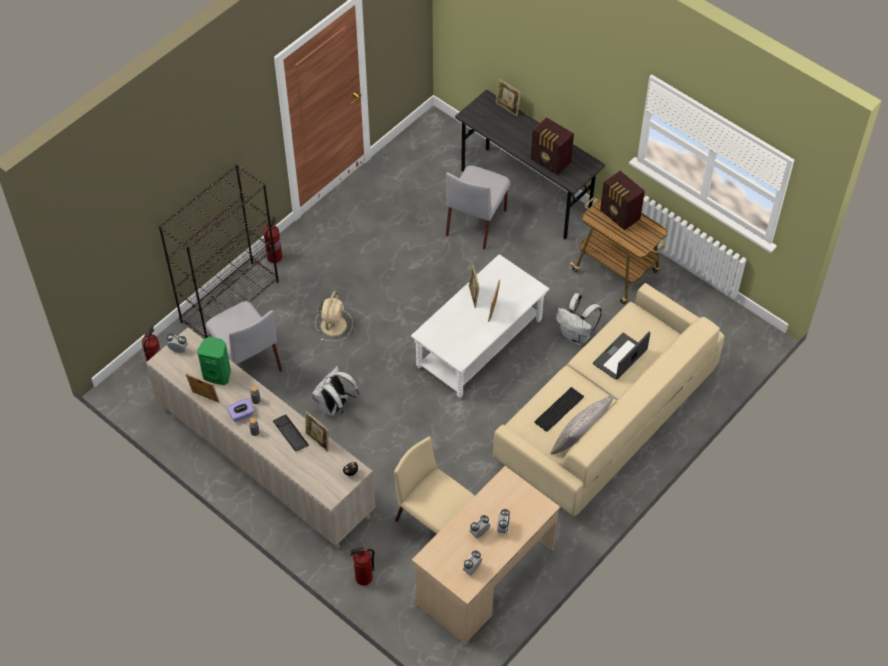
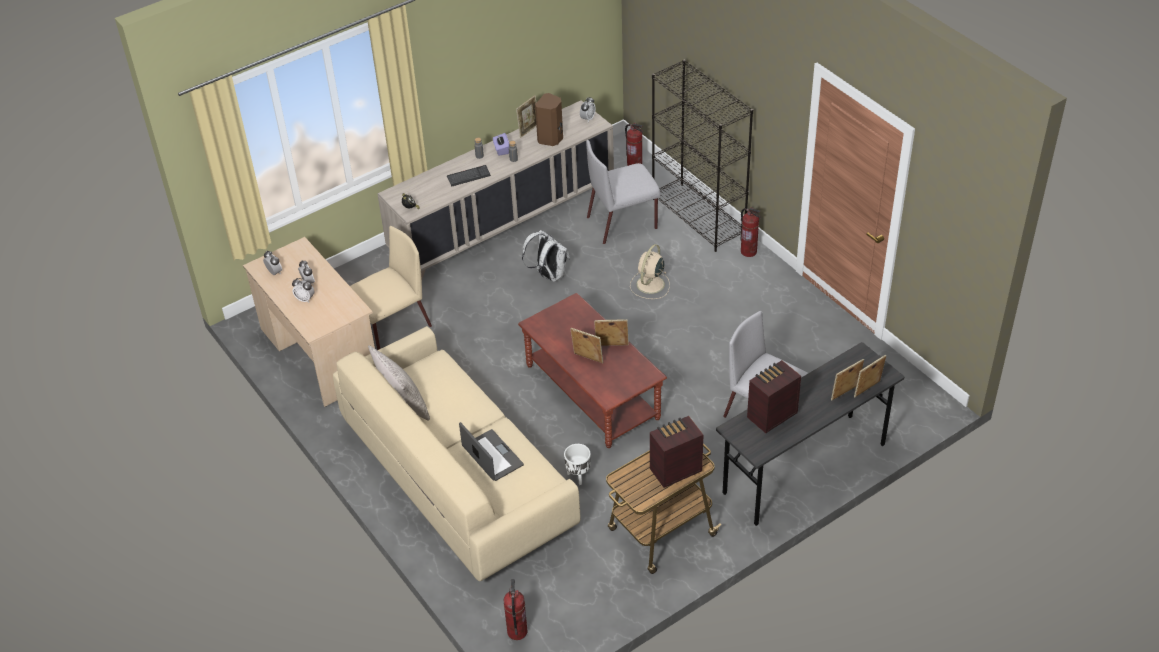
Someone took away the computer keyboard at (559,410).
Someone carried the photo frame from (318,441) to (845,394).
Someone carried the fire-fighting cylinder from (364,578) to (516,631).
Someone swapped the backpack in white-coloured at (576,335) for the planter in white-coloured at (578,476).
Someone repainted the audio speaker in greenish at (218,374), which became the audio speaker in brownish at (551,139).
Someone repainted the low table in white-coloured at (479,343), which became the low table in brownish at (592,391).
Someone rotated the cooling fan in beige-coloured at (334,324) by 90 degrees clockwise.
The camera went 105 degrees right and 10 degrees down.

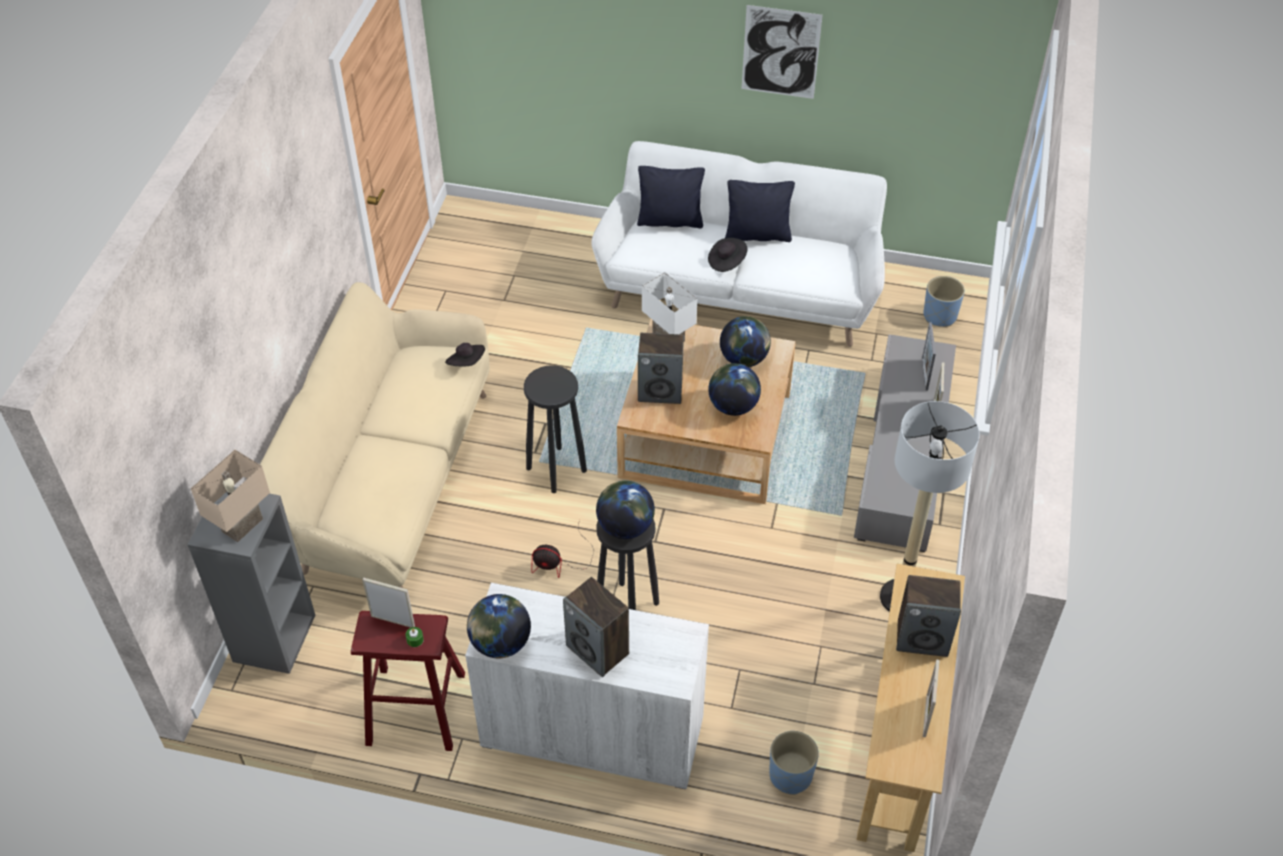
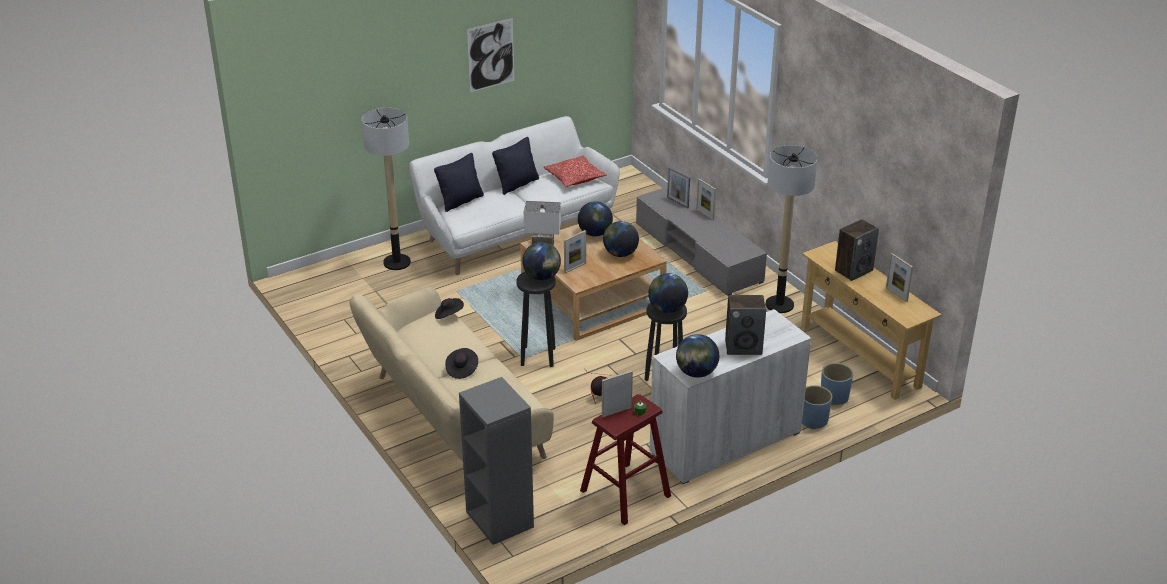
Someone took away the tabletop lamp in beige-coloured at (243,526).
Someone put down the standing lamp at (397,262).
Someone put down the globe at (542,277).
Someone put down the pillow at (575,178).
Someone carried the clothing hat in black from (726,261) to (462,369).
Someone carried the planter in blue-coloured from (939,315) to (813,420).
Someone swapped the audio speaker at (660,391) for the photo frame at (575,268).
The camera went 45 degrees left and 15 degrees down.

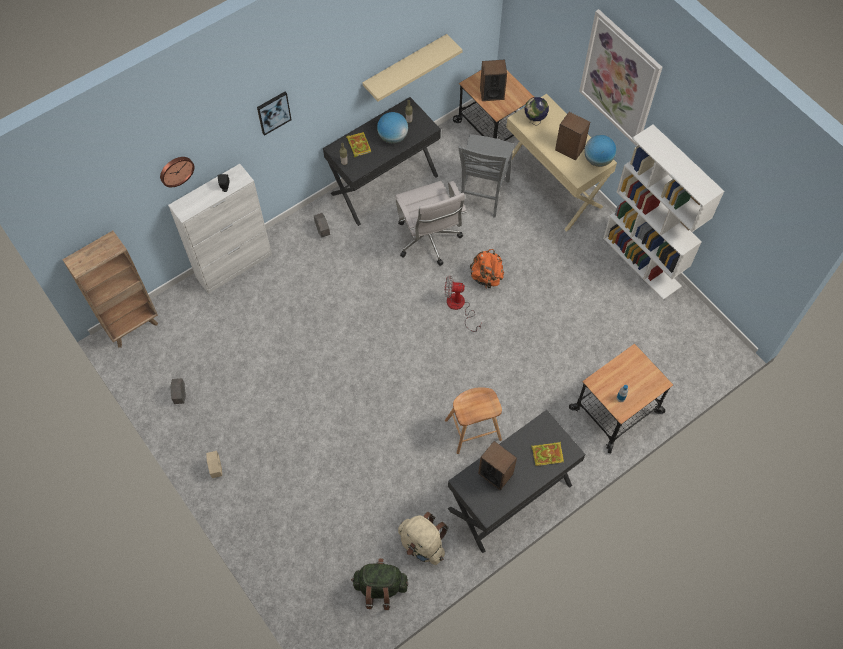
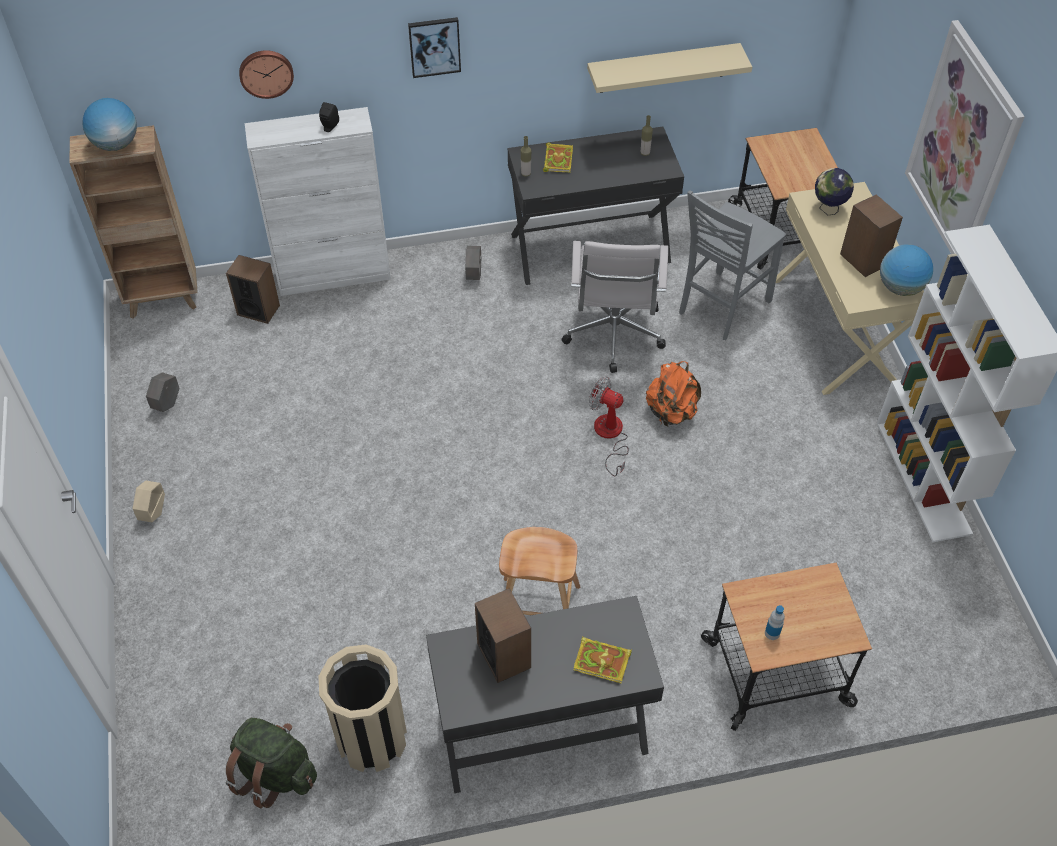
Someone carried the globe from (393,137) to (116,144).
Someone carried the audio speaker from (492,93) to (258,310).
Someone swapped the backpack in beige-coloured at (422,544) for the trash can in beige-coloured at (372,739).
The camera went 25 degrees right and 10 degrees down.

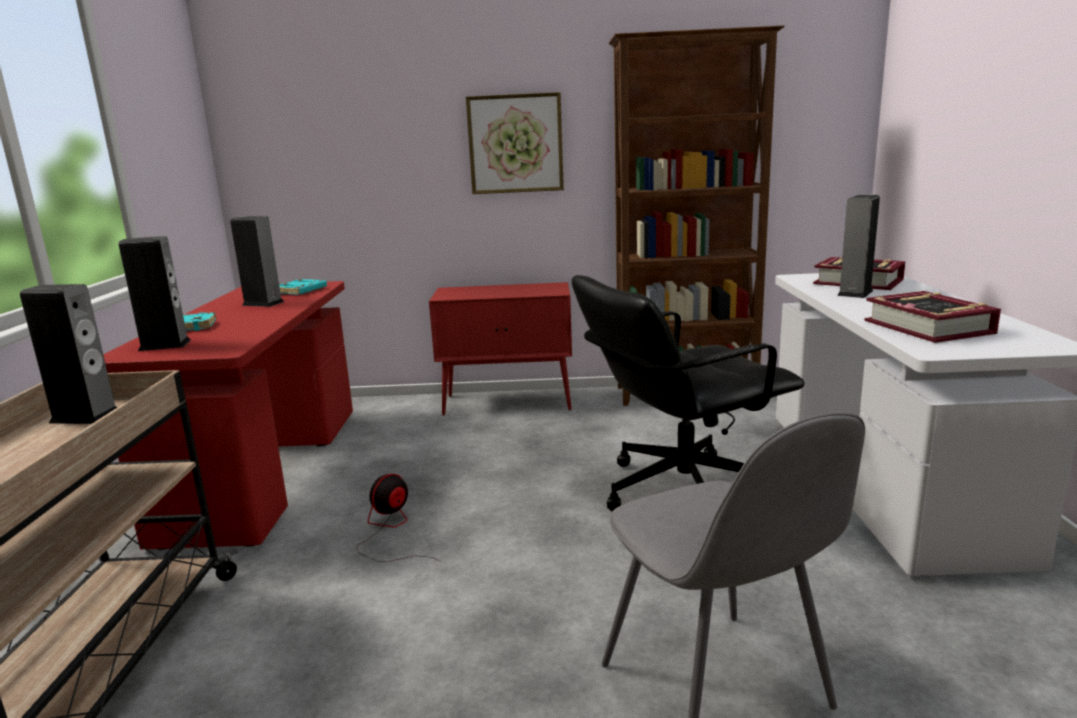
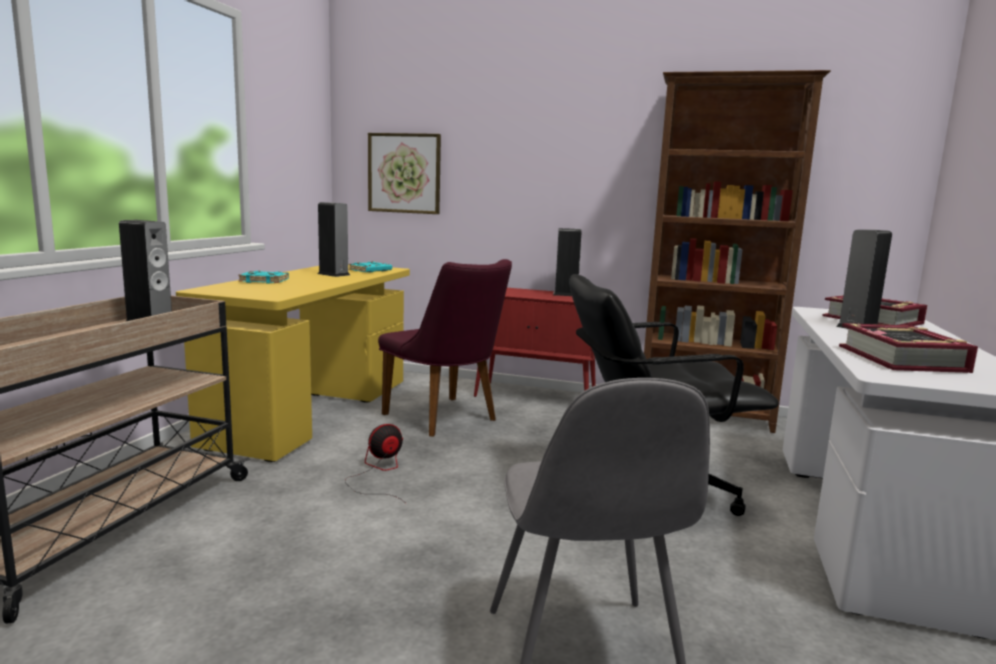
Someone put down the chair in purple-coloured at (447,419).
Someone carried the audio speaker from (165,345) to (566,294).
Someone carried the picture from (515,144) to (404,173).
Someone repainted the desk table in red at (267,469), which became the desk table in yellow-coloured at (313,411).
The camera went 15 degrees right and 5 degrees down.

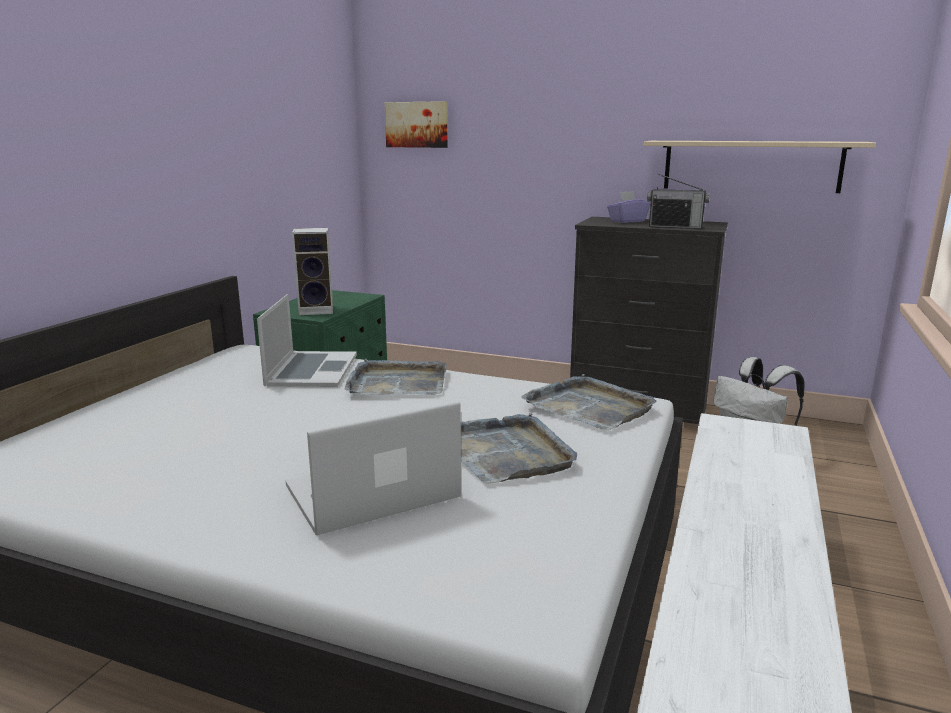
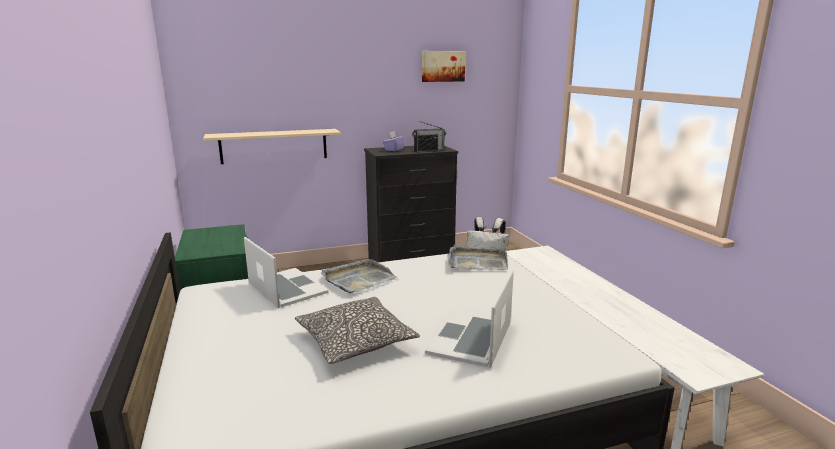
Someone took away the audio speaker at (318,310).
Someone took away the serving tray in greyish at (506,452).
Someone put down the pillow at (355,341).
Someone carried the picture from (417,124) to (443,66).
Someone carried the wall shelf in beige-coloured from (751,166) to (274,146).
The camera went 40 degrees left and 0 degrees up.

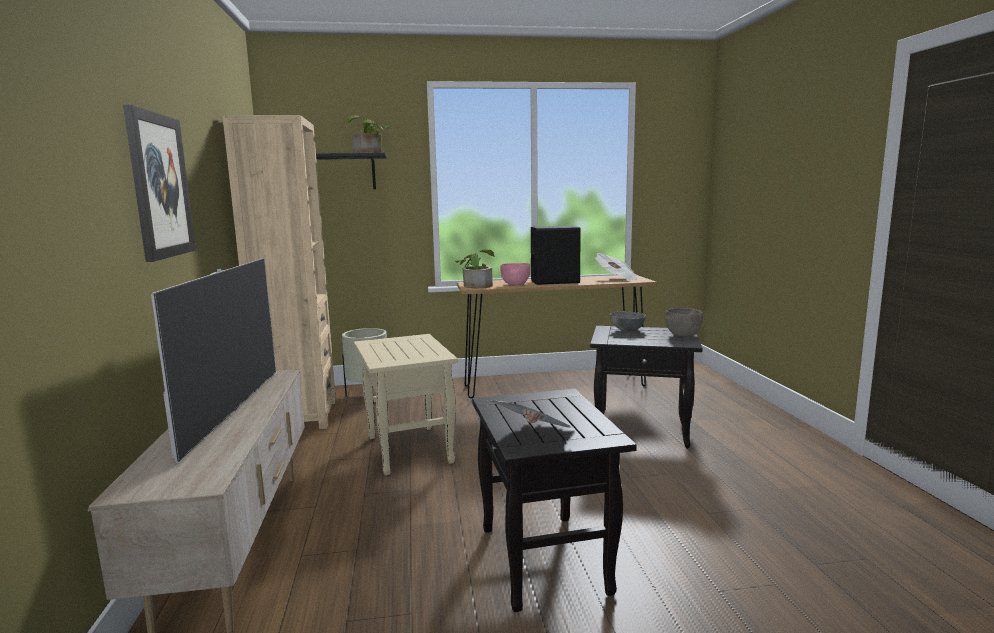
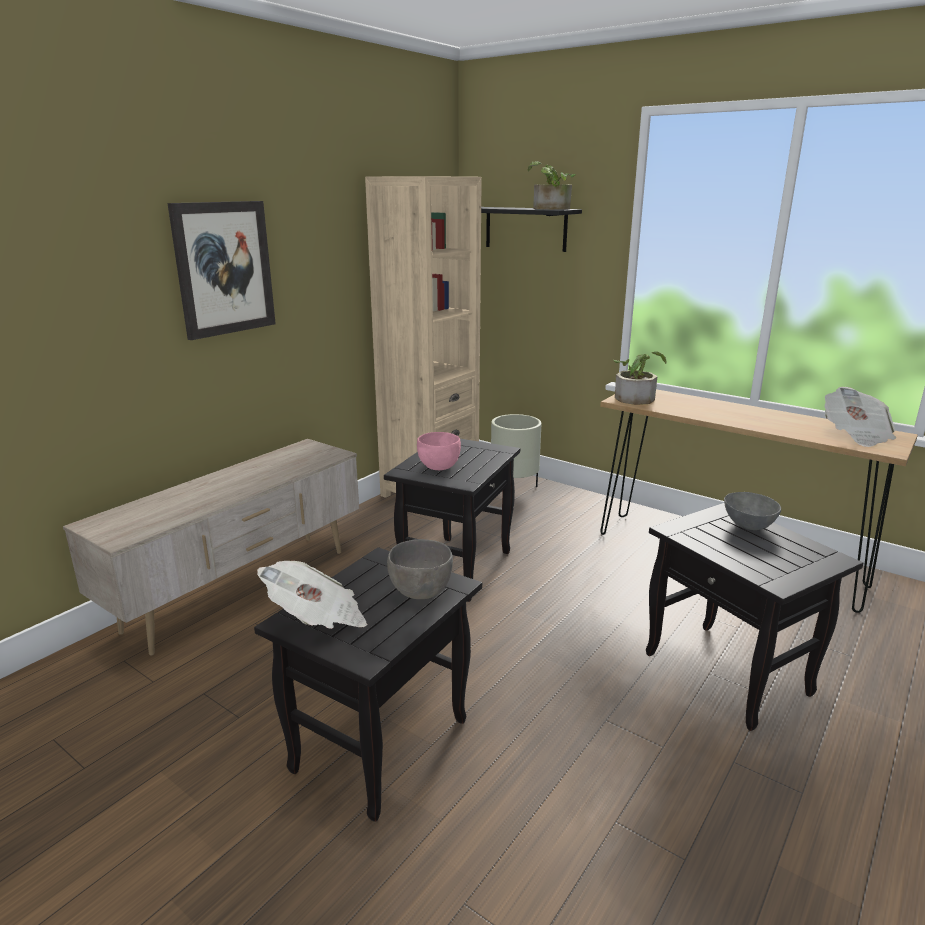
Someone took away the TV at (233,409).
Someone took away the audio speaker in black at (555,281).
Someone carried the deep dish in pink from (515,284) to (439,467).
Someone carried the deep dish in greyish from (683,335) to (420,592).
Someone repainted the accent table in beige-coloured at (407,449), which became the accent table in black at (456,566).
The camera went 45 degrees right and 10 degrees up.

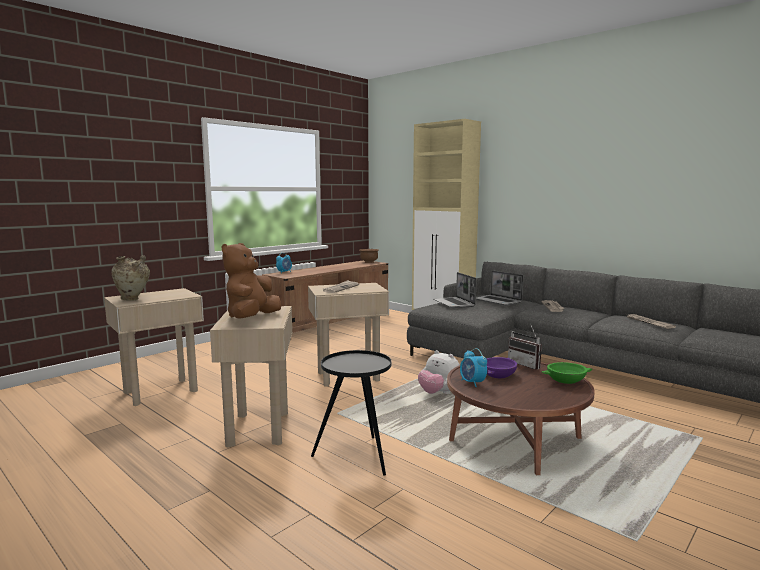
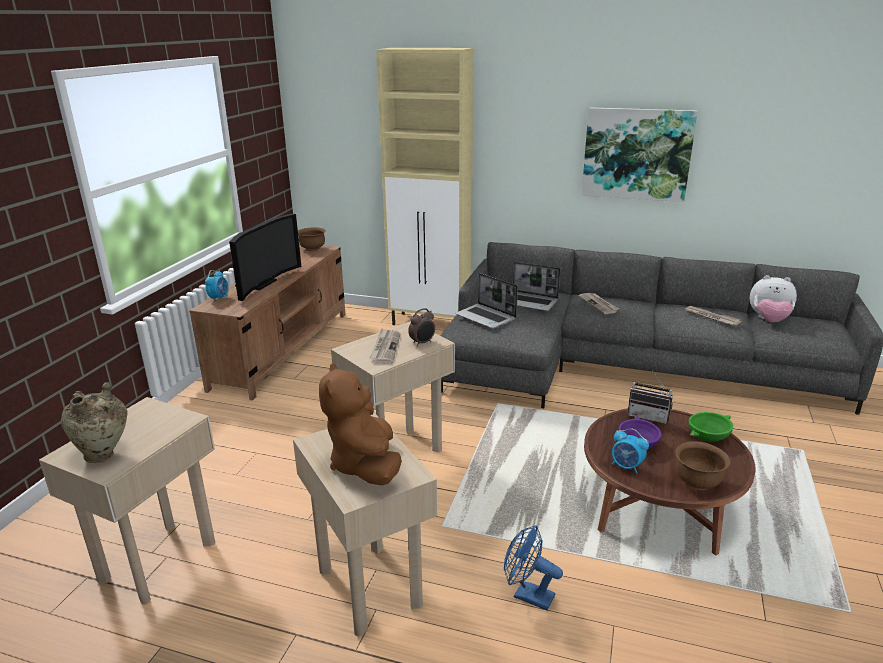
Someone put down the TV at (260,284).
Someone put down the bedside clock at (422,343).
Someone put up the picture at (637,154).
Someone put down the deep dish in brownish at (697,482).
Someone carried the cuddly toy from (439,393) to (768,320).
Someone swapped the accent table in black at (356,457) for the cooling fan in blue-coloured at (527,595).
The camera went 25 degrees left and 15 degrees up.

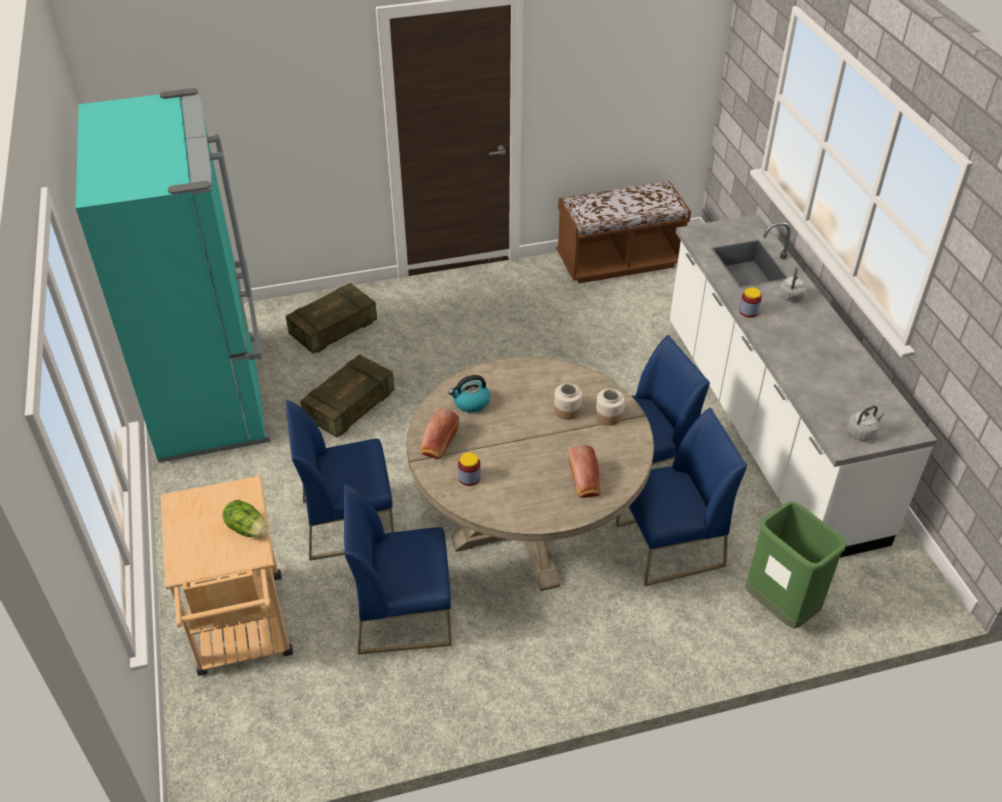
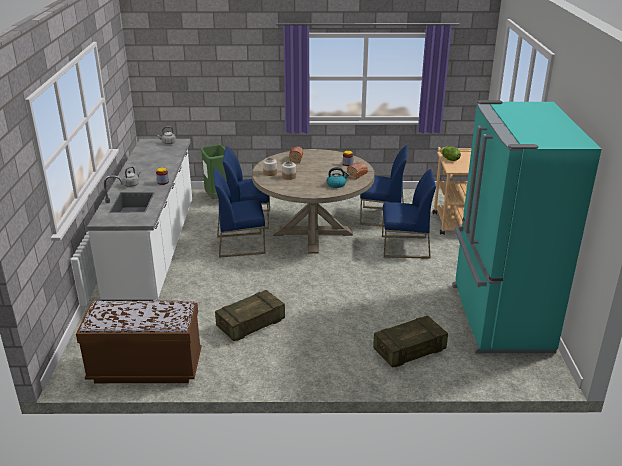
Someone carried the packing crate from (350,407) to (250,324).
The camera went 165 degrees left and 15 degrees down.

